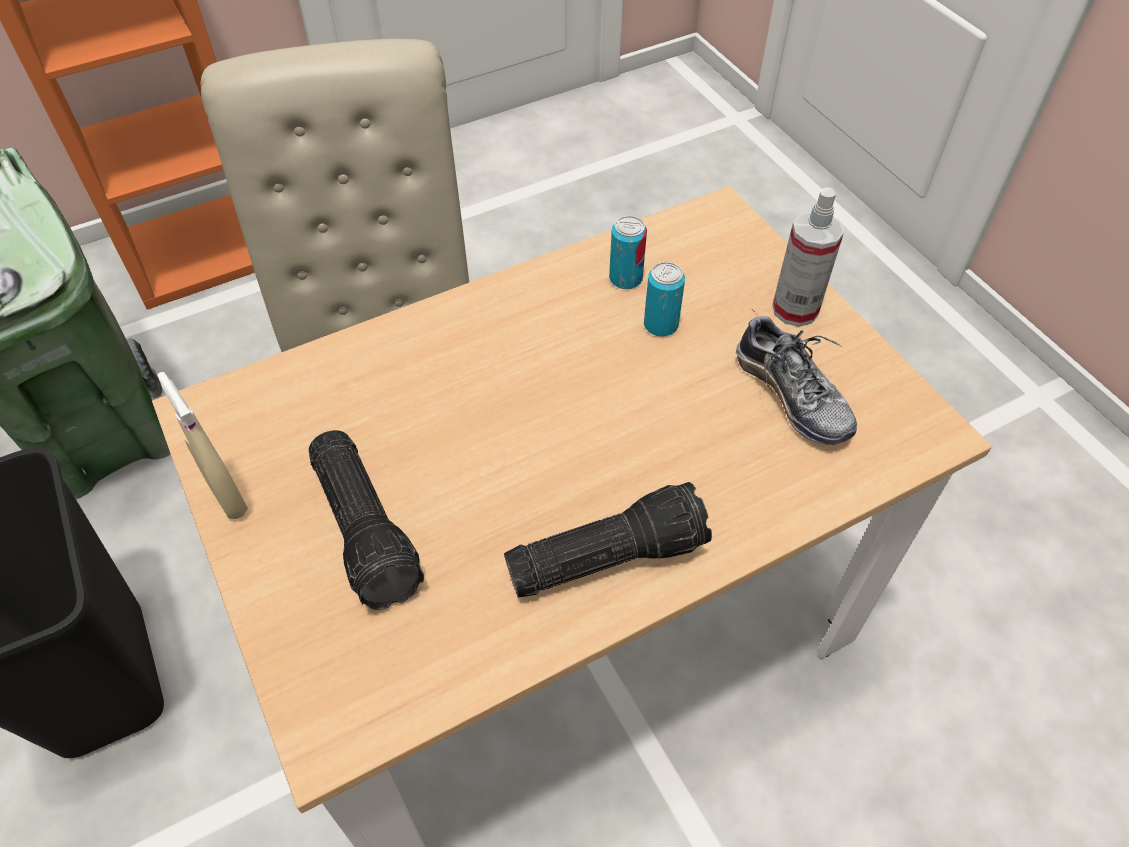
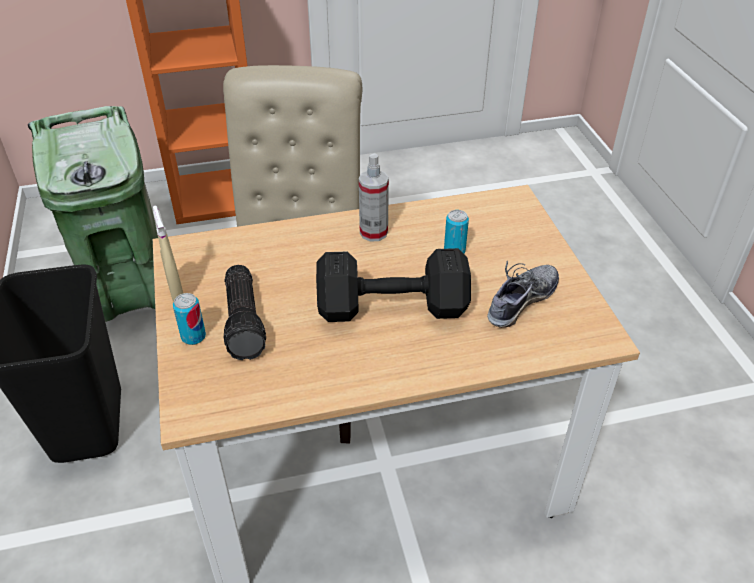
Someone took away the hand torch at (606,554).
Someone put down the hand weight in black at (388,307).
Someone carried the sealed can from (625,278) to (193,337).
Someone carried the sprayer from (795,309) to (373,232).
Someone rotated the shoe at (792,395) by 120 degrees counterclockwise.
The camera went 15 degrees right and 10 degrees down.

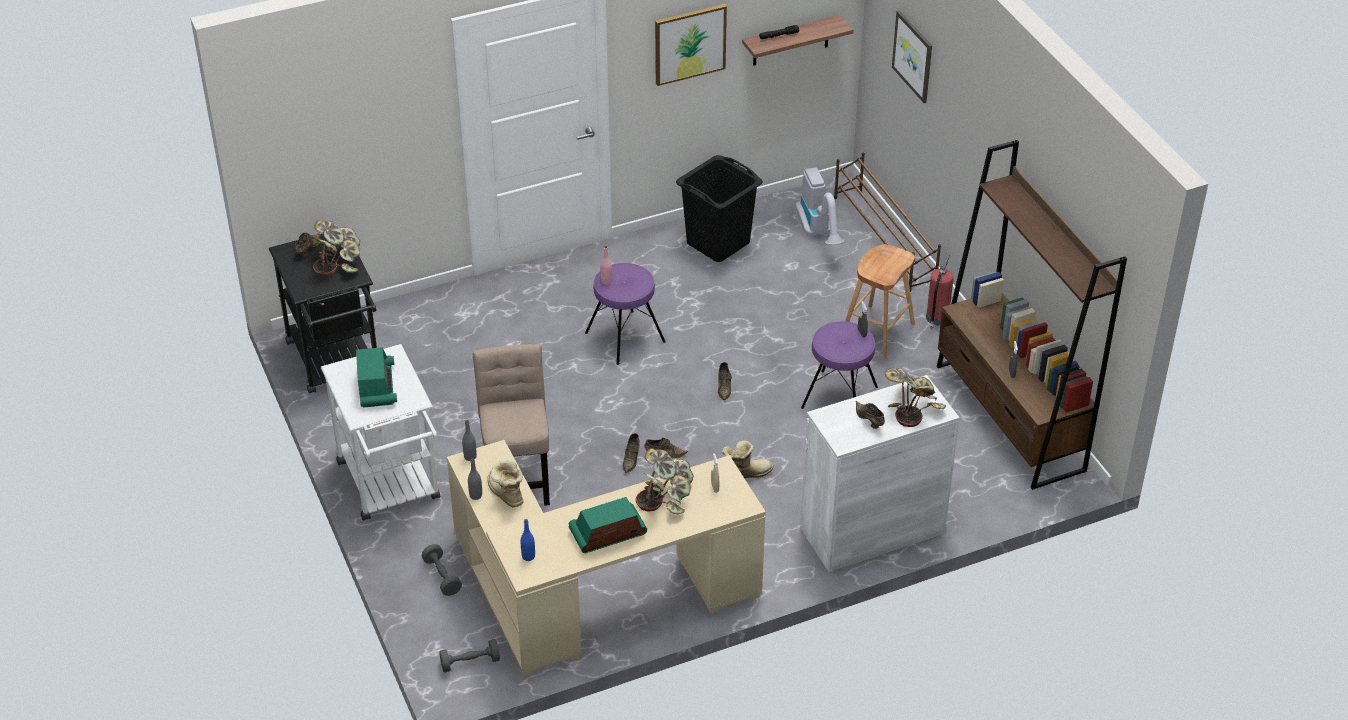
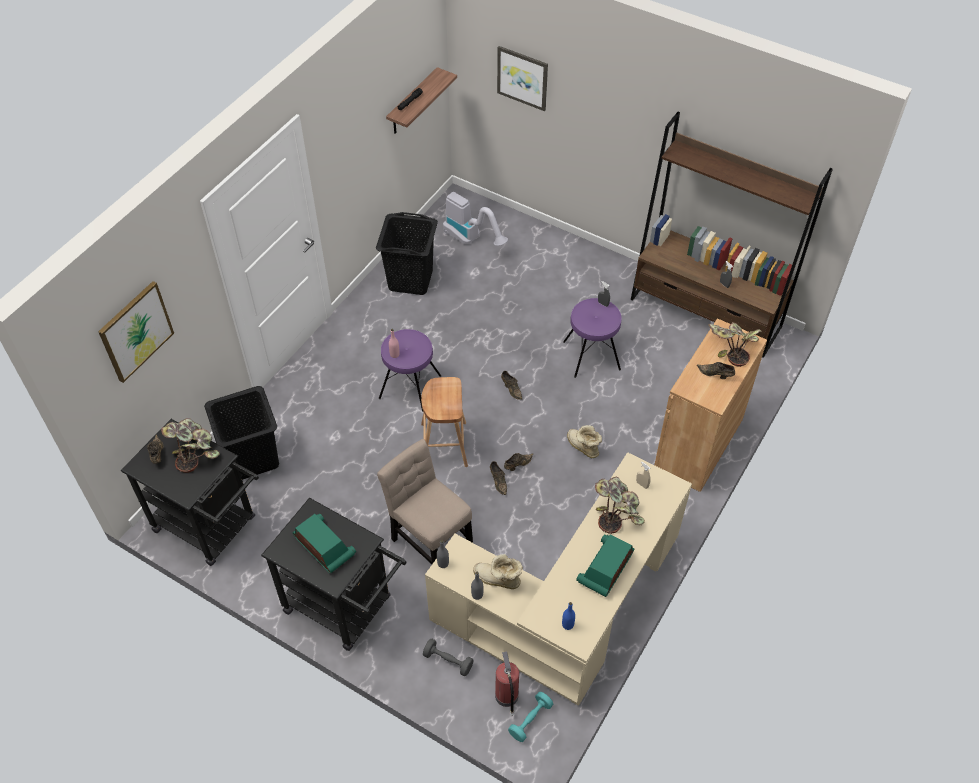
Someone took away the shoe stand in brownish at (884,240).
Someone put down the hamper in black at (252,457).
Someone carried the picture from (689,44) to (136,331).
Someone carried the stool in brownish from (877,332) to (444,445).
Someone carried the fire-fighting cylinder from (937,318) to (507,696).
Someone repainted the cart in white-coloured at (391,487), which became the cart in black at (345,608).
Someone repainted the hand weight in greyish at (470,662), which became the hand weight in turquoise-coloured at (530,720).
Someone repainted the cabinet in white-coloured at (872,530), which became the cabinet in brownish at (698,444).
Someone rotated the boot at (745,473) by 75 degrees counterclockwise.
The camera went 35 degrees left and 10 degrees up.

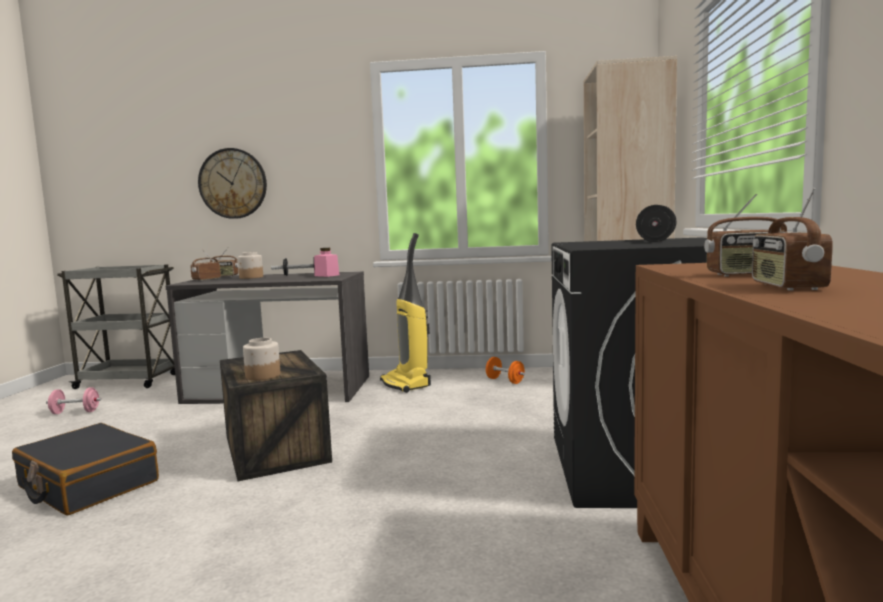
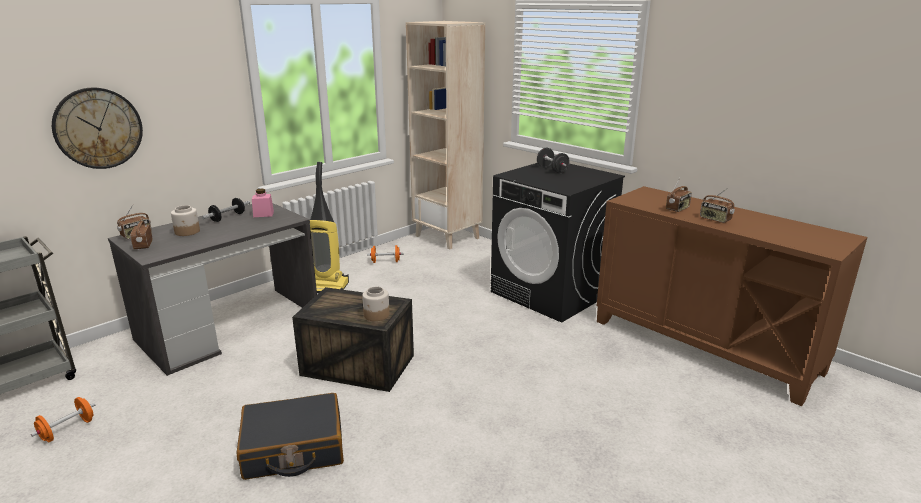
Someone repainted the hand weight in pink at (75,412), which became the hand weight in orange at (67,430).
The camera went 50 degrees left and 15 degrees up.

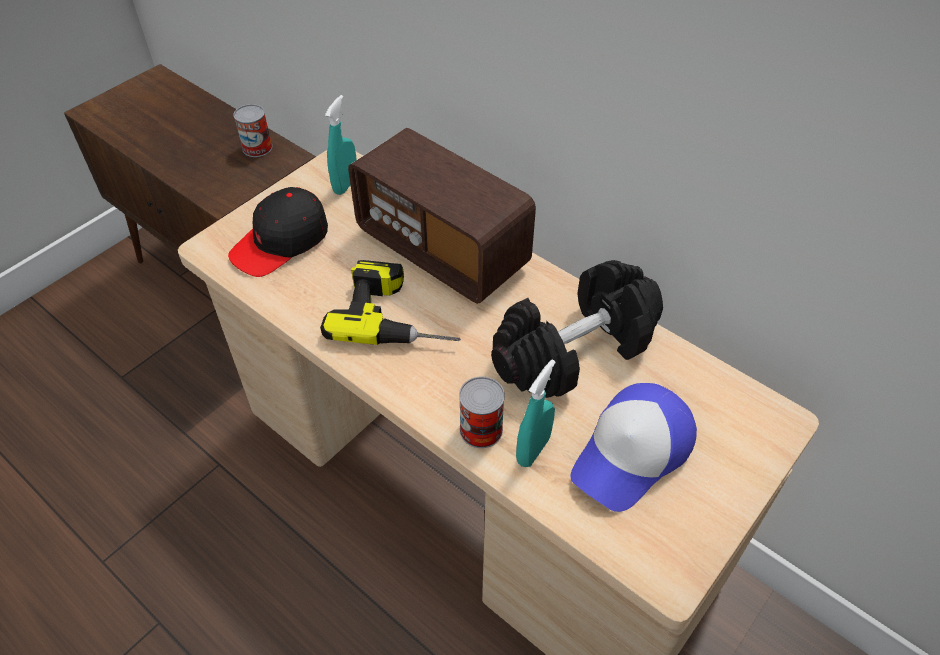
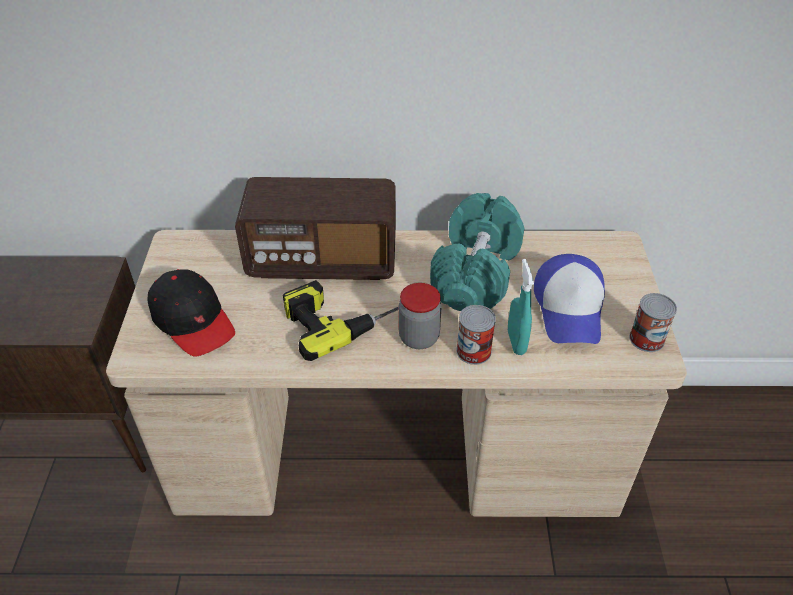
Someone took away the sprayer in turquoise-coloured at (345,184).
Someone put down the preserve jar at (419,337).
Someone carried the sealed can from (257,148) to (646,339).
Someone repainted the hand weight in black at (574,351), which became the hand weight in turquoise-coloured at (476,272).
Someone rotated the baseball cap in black at (281,242) by 45 degrees counterclockwise.
The camera went 40 degrees left and 5 degrees down.

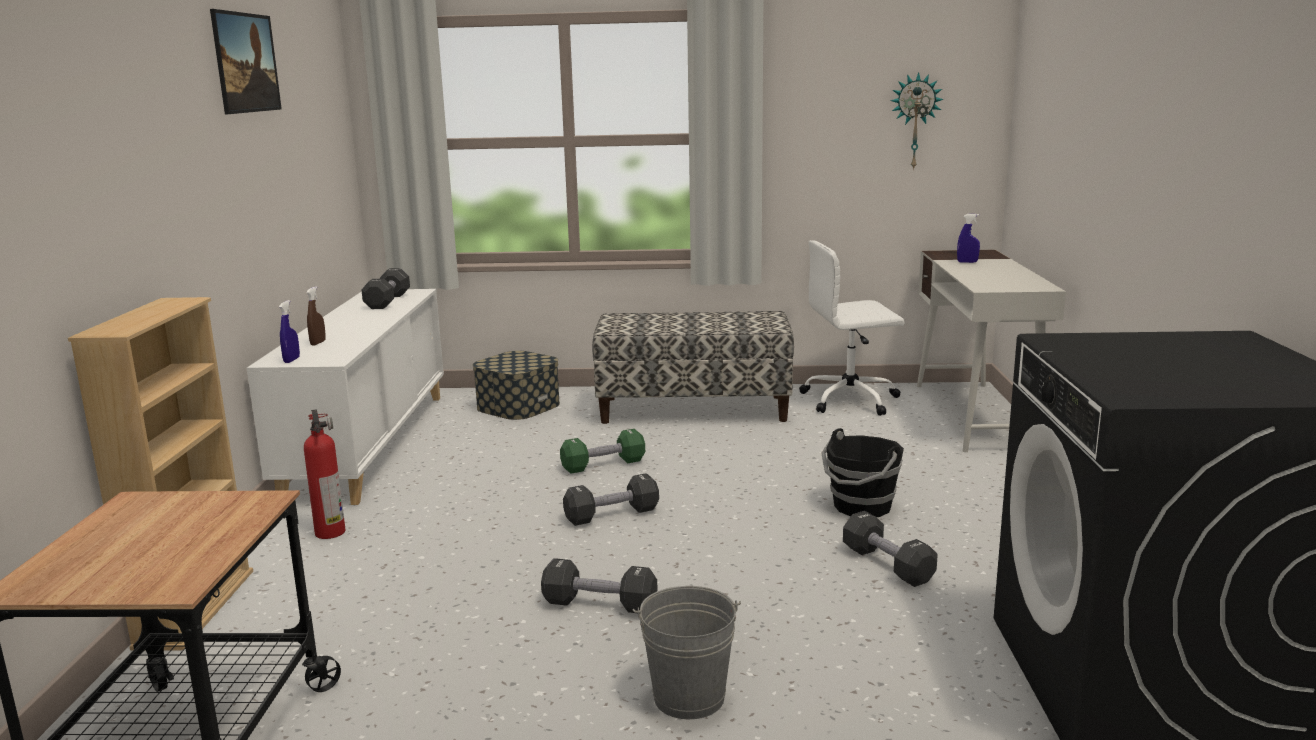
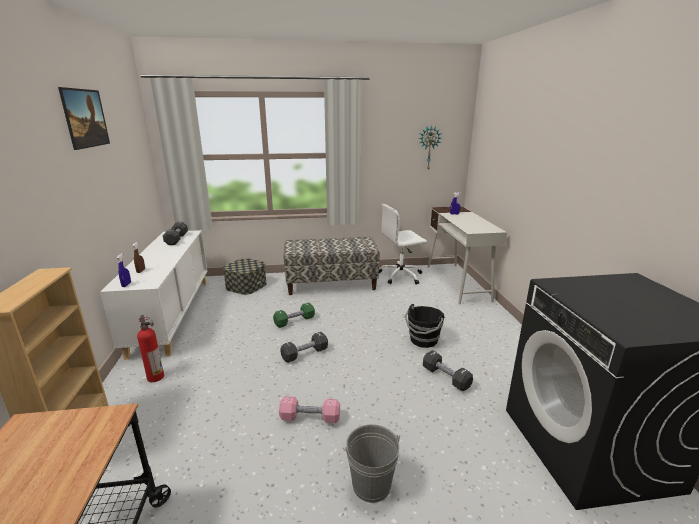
Someone repainted the hand weight in black at (600,604), which became the hand weight in pink at (310,418).
The camera went 10 degrees left and 5 degrees up.

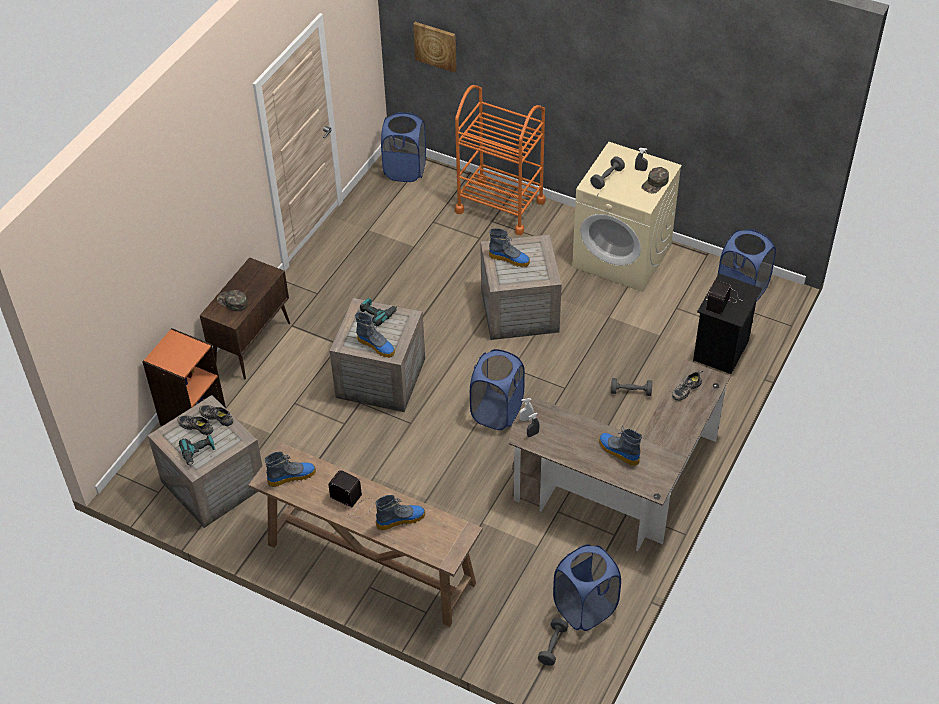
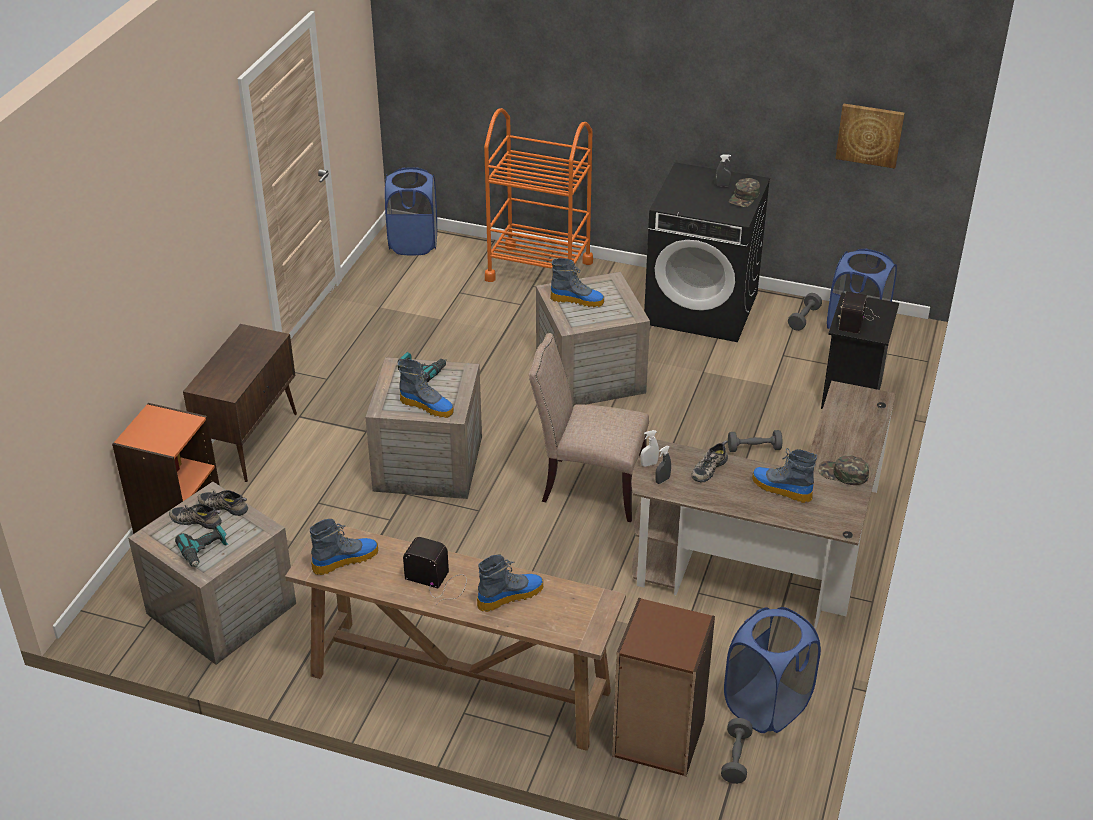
Someone put down the bookshelf in brownish at (658,739).
Someone carried the baseball cap in greenish from (232,302) to (843,474).
Someone carried the picture from (436,46) to (869,134).
Someone carried the hand weight in greyish from (607,178) to (804,318).
Someone carried the shoe from (686,389) to (708,467).
Someone swapped the hamper in blue-coloured at (497,411) for the chair in beige-coloured at (589,486).
Someone repainted the washing machine in beige-coloured at (622,256), which became the washing machine in black at (702,308).
The camera went 10 degrees left and 10 degrees down.

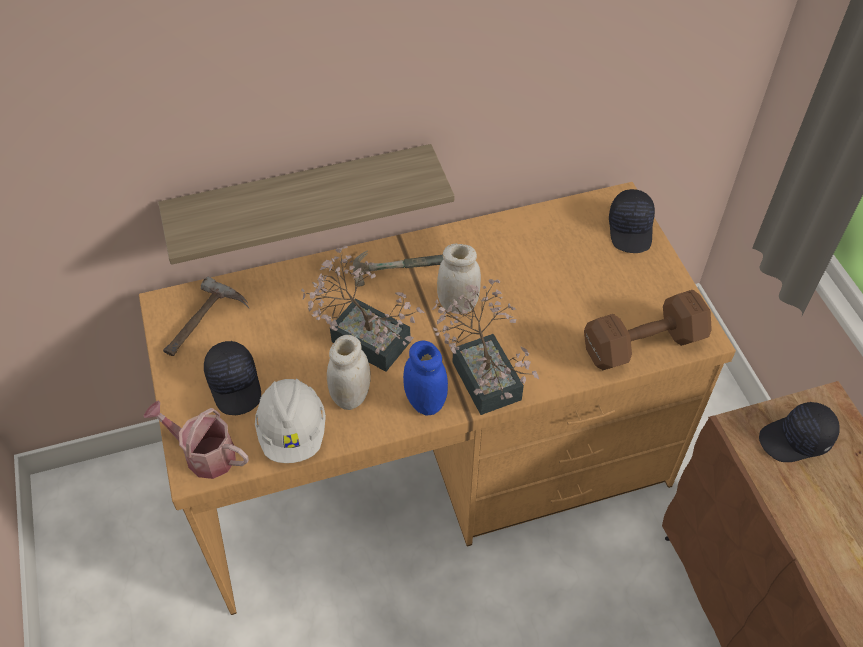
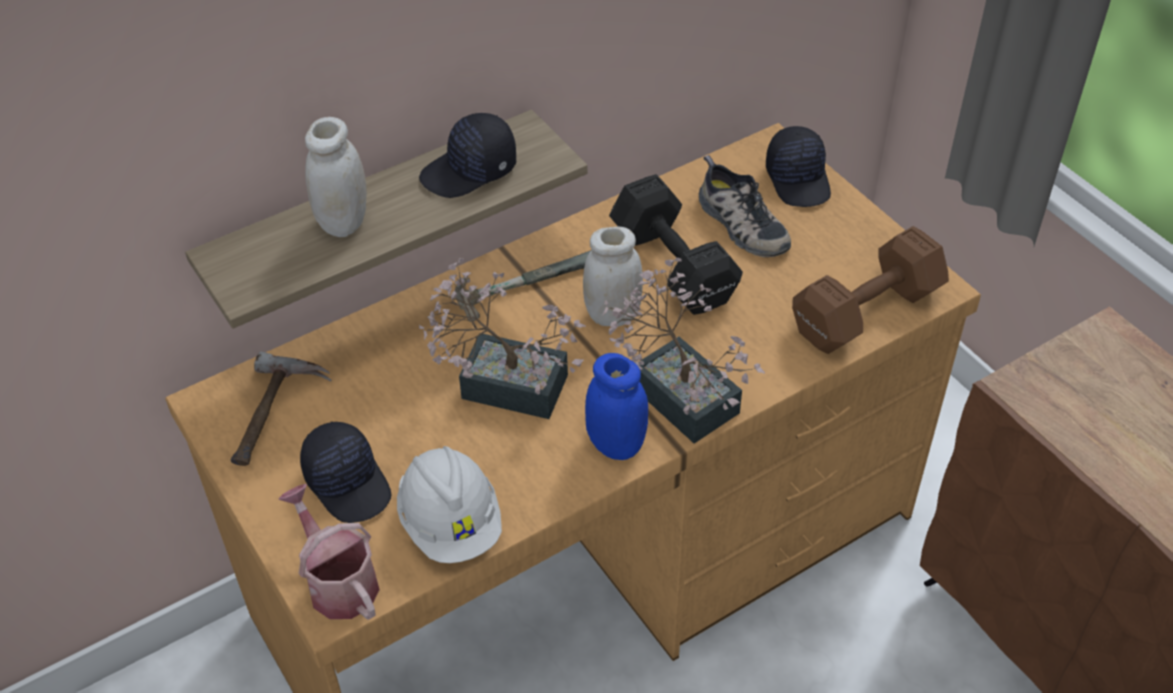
Someone put down the hand weight in black at (674,268).
Someone put down the shoe at (739,224).
Someone carried the preserve jar in white-coloured from (351,396) to (343,222).
Someone carried the baseball cap in black from (796,440) to (470,171).
Someone rotated the watering pot at (204,454) by 45 degrees clockwise.
The camera went 15 degrees left and 5 degrees down.

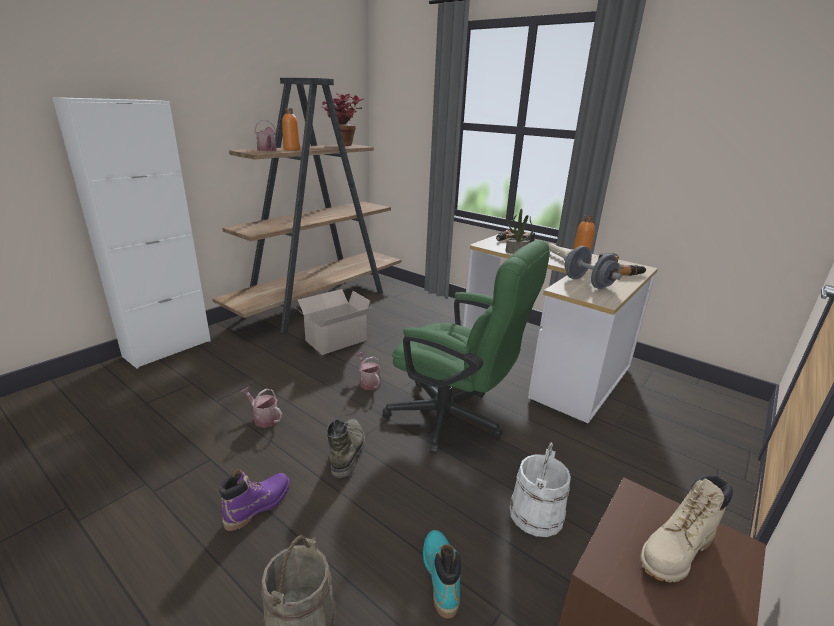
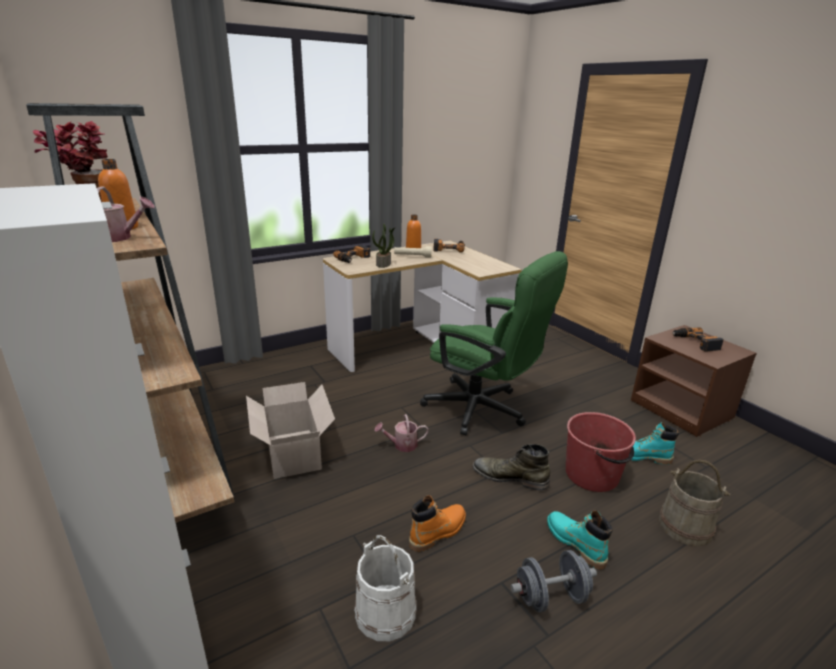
Someone put down the water bucket in red at (592,475).
Someone carried the water bucket in white-coloured from (535,513) to (385,612).
Someone carried the hand weight in greyish from (587,283) to (551,597).
Someone swapped the watering pot at (264,418) for the boot in orange at (438,532).
Someone swapped the boot in beige-coloured at (676,552) for the power drill at (695,342).
Someone repainted the boot in purple-coloured at (258,505), which became the boot in turquoise-coloured at (575,543).
Someone rotated the office chair in greenish at (454,420) by 75 degrees clockwise.
The camera went 70 degrees left and 0 degrees up.

